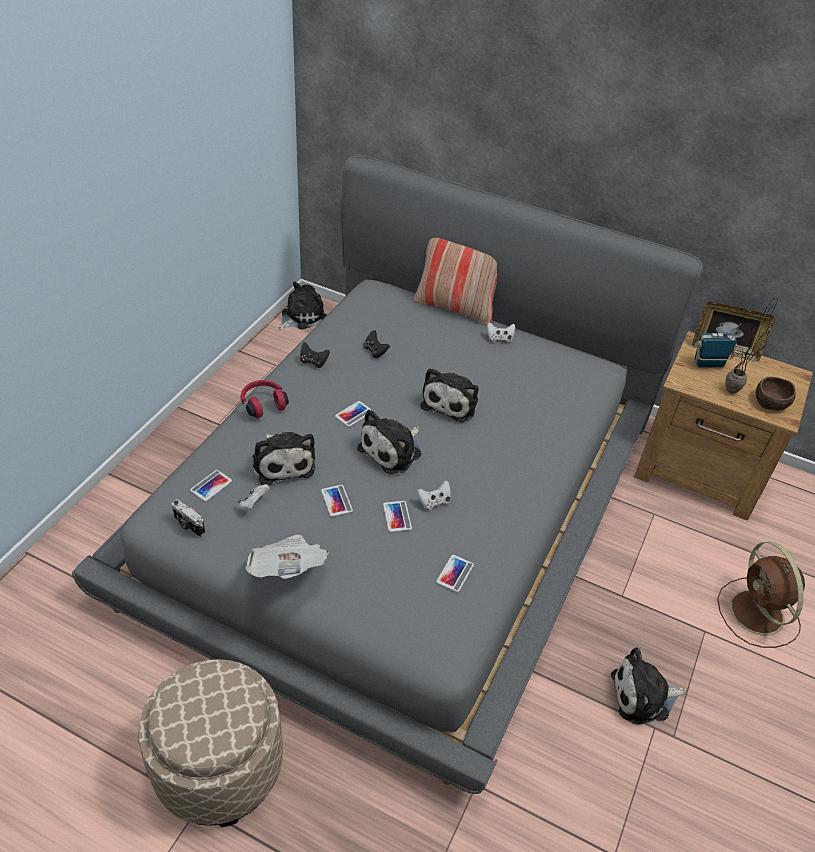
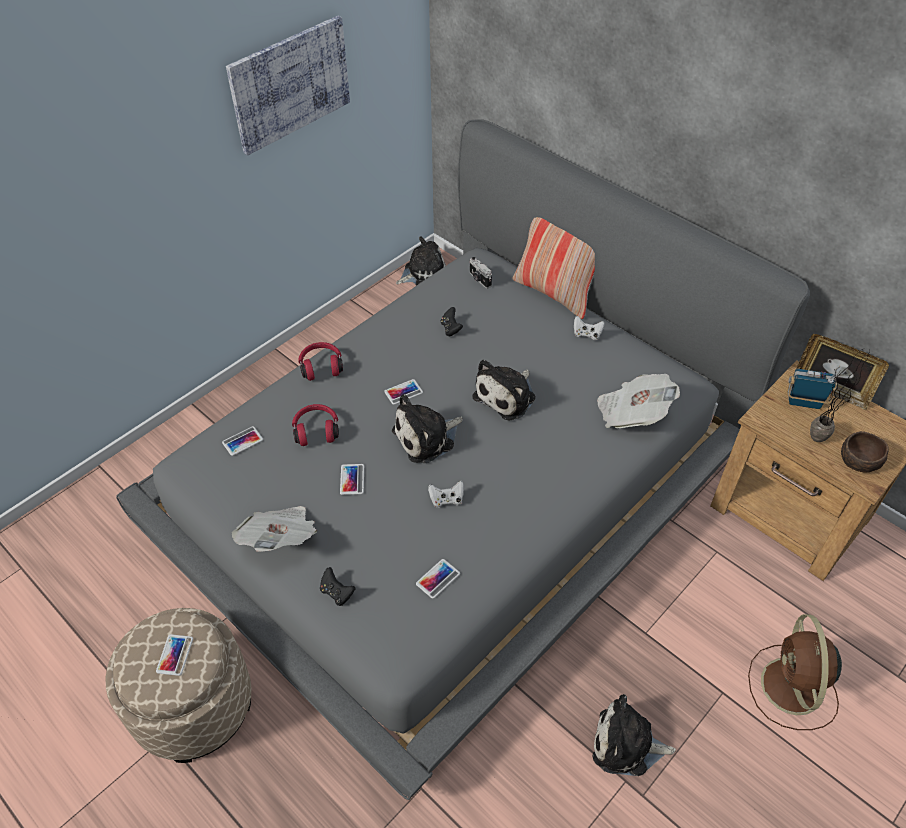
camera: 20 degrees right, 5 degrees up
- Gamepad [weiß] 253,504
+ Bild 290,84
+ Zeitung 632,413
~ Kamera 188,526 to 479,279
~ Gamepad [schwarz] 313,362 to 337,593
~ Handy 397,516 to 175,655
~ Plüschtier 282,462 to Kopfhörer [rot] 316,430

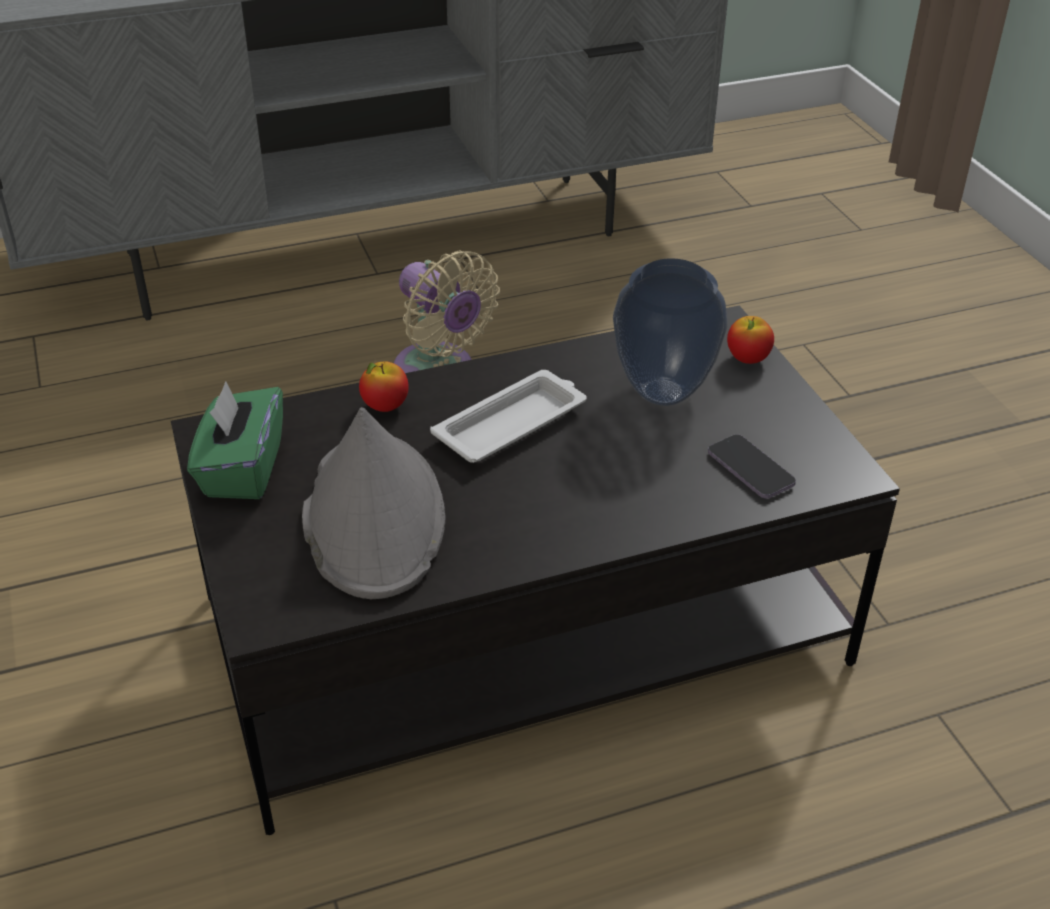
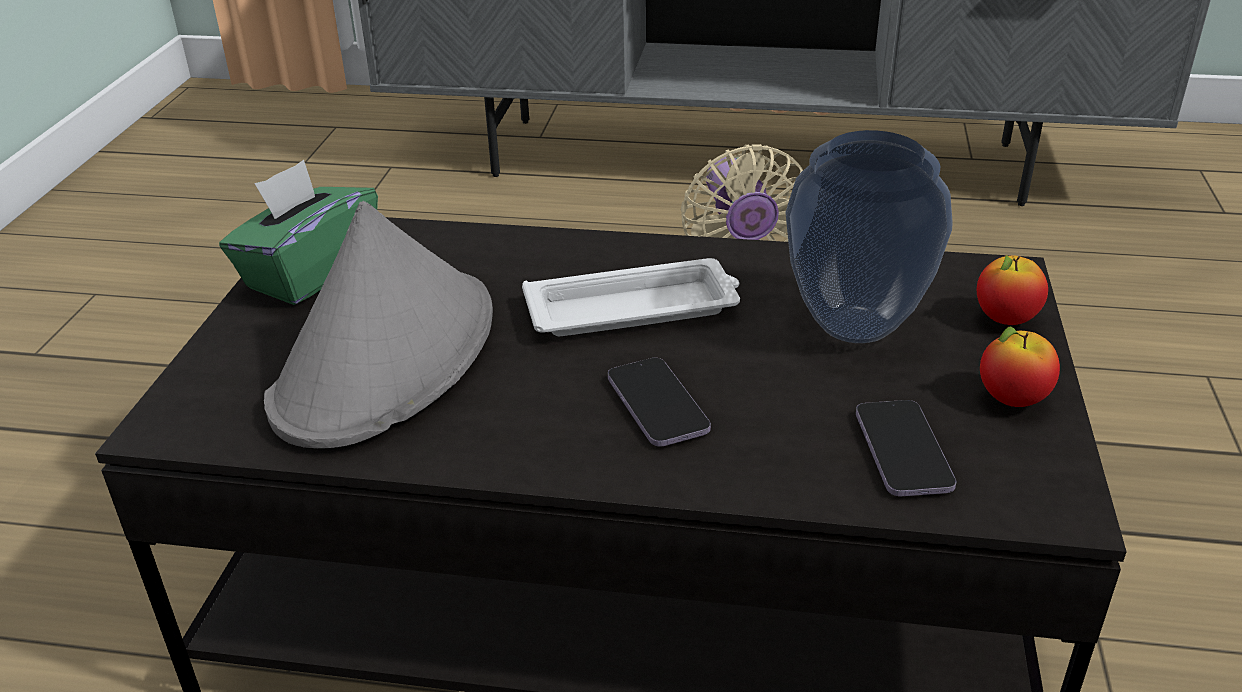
camera: 30 degrees right, 5 degrees down
+ Handy 657,405
~ Apfel 385,407 to 1012,399

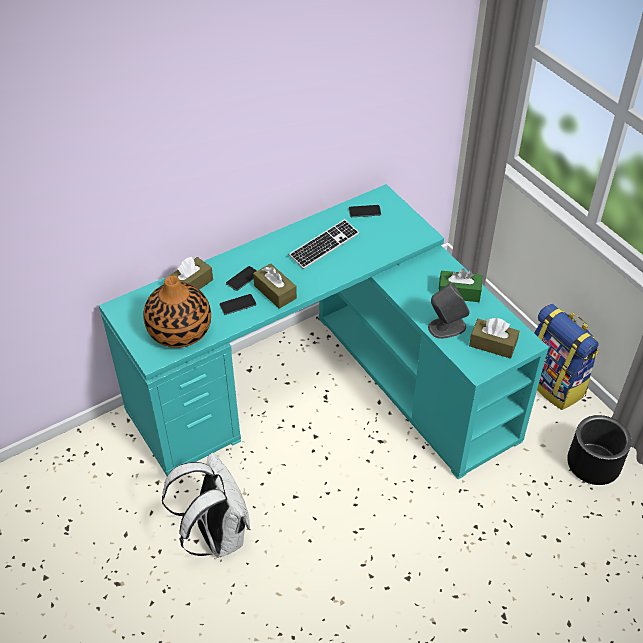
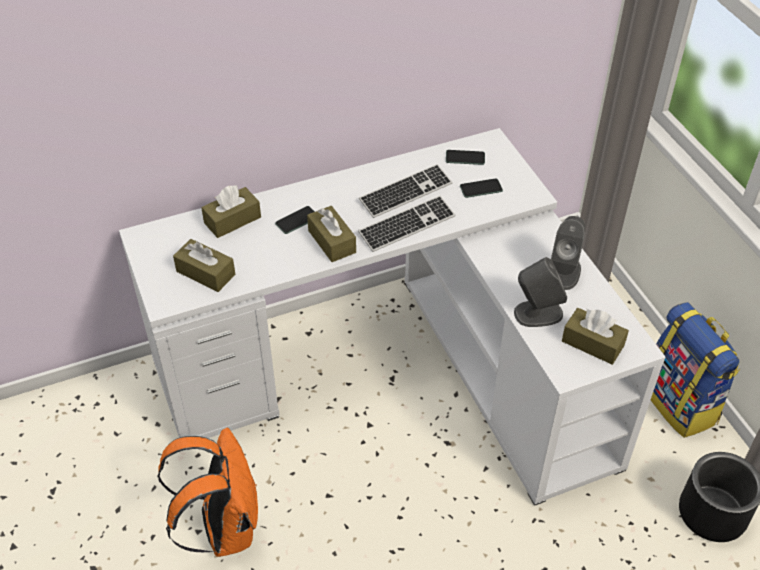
camera: 10 degrees right, 0 degrees up
+ Tastatur 407,225
~ Handy 238,304 to 481,188
~ Vase 180,330 to Taschentuchbox [braun] 205,273
~ Taschentuchbox [grün] 459,292 to Lautsprecher [grau] 563,272
~ Schreibtisch [türkis] 330,386 to Schreibtisch [weiß] 400,365
~ Rucksack [weiß] 216,534 to Rucksack [orange] 224,527

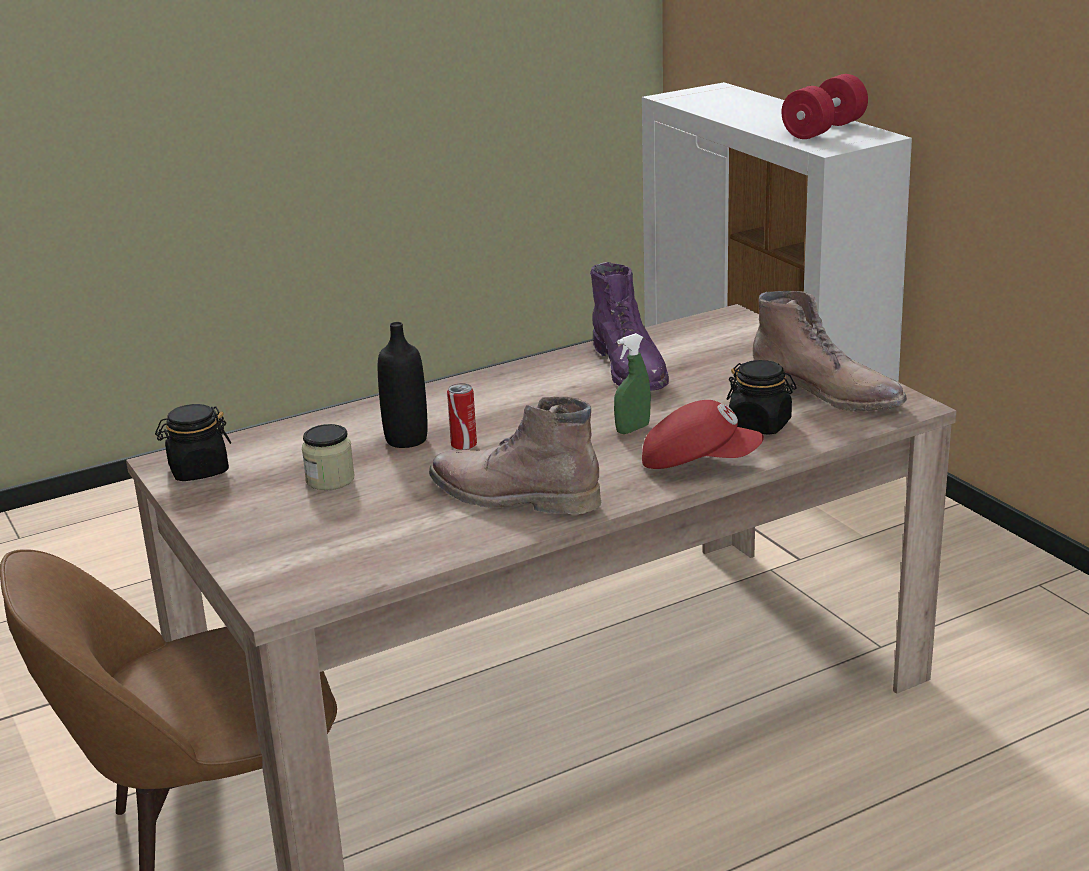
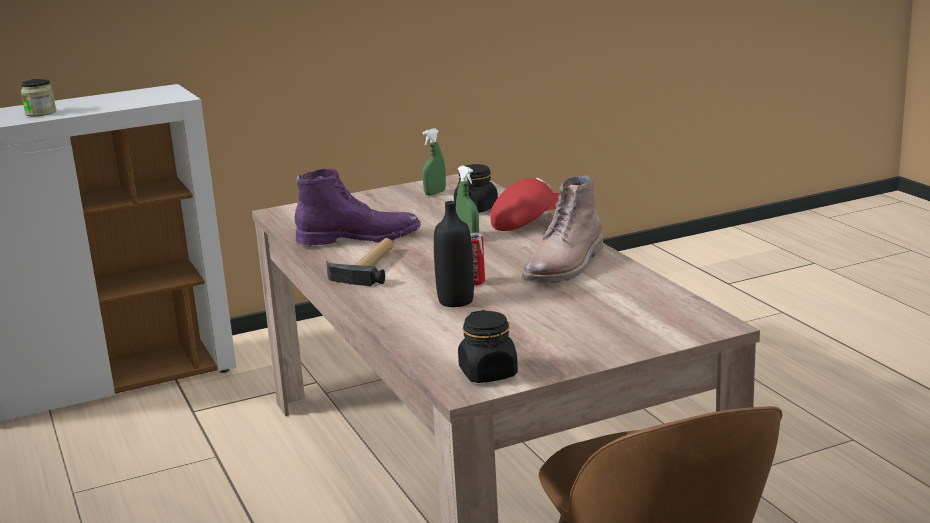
camera: 85 degrees left, 5 degrees down
- Hantel [rot] 824,130
+ Hammer 369,267
~ Vorratsglas 330,479 to 40,113
~ Stiefel [braun] 828,393 to Sprühflasche [grün] 435,193
~ Kappe [rot] 699,462 = 528,222 45 degrees clockwise

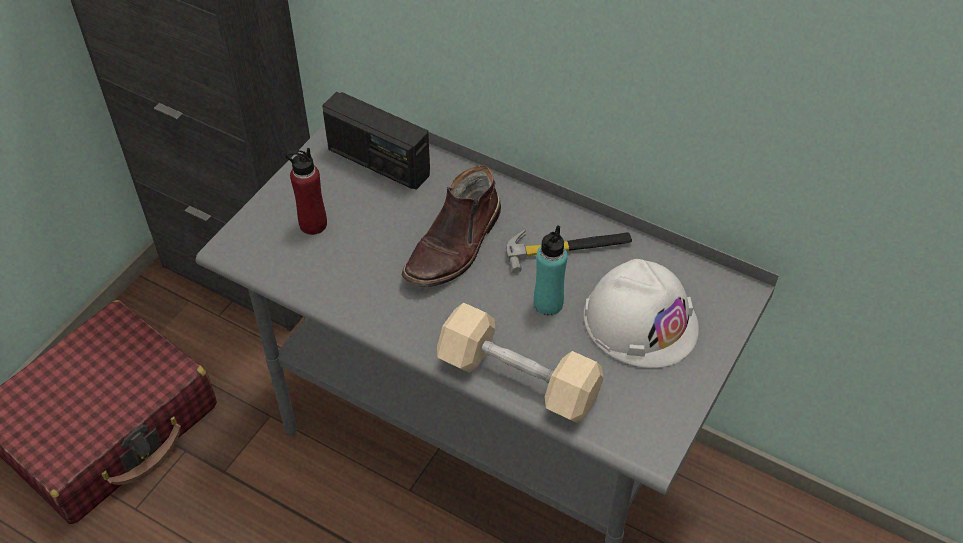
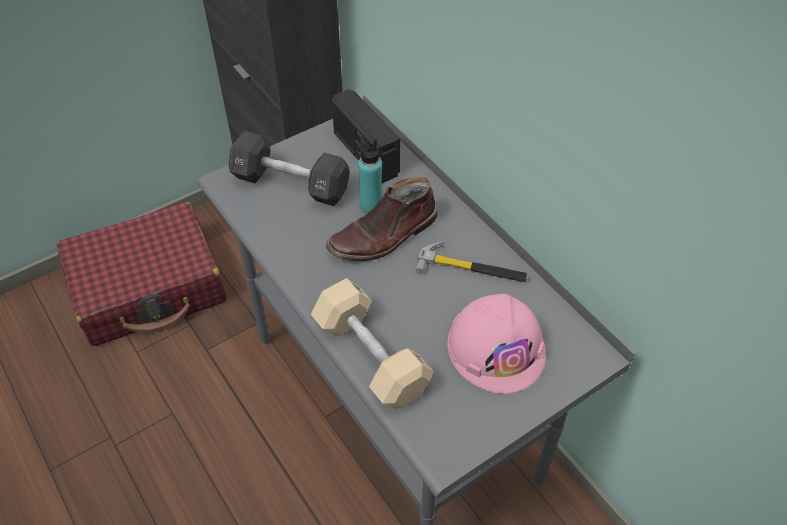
camera: 25 degrees right, 0 degrees up
~ Flasche [türkis] 548,304 to 371,206
~ Flasche [rot] 313,224 to Hantel [schwarz] 291,184
~ Schutzhelm [weiß] 640,320 to Schutzhelm [rosa] 496,348

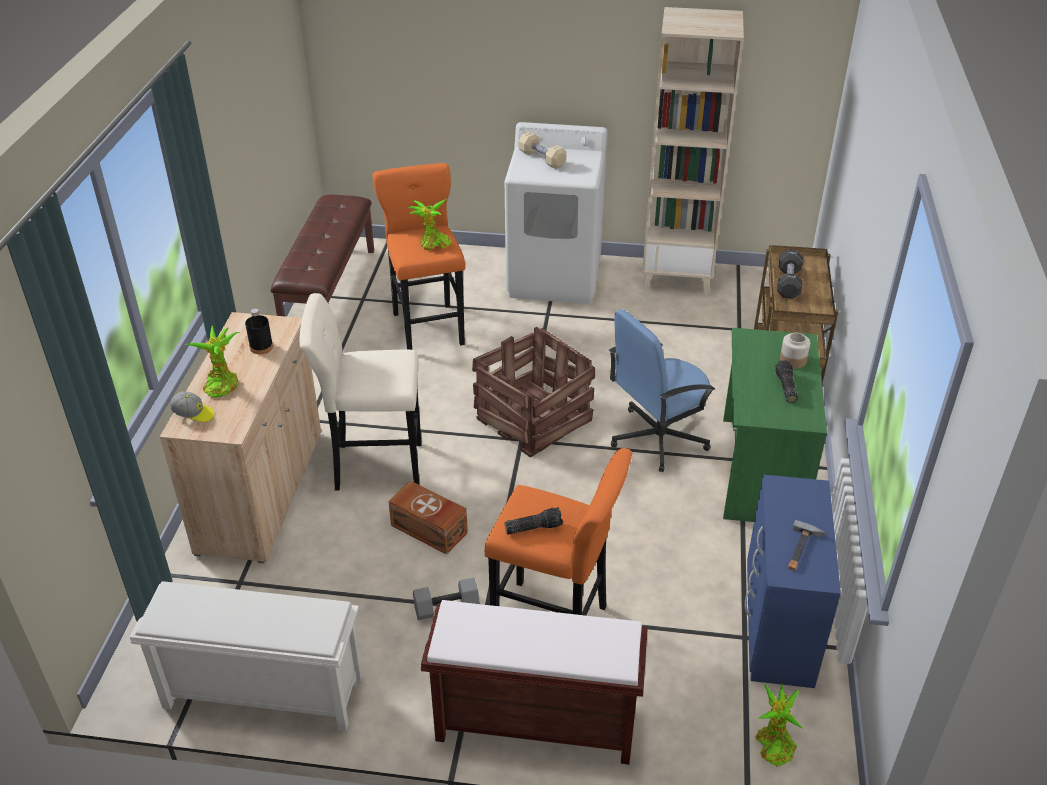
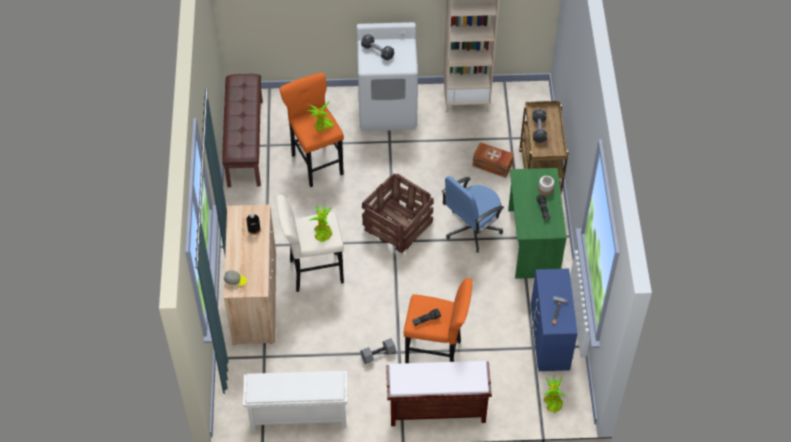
camera: 10 degrees left, 15 degrees up
~ Topfpflanze 221,384 to 322,232
~ Aufbewahrungsbox [braun] 429,530 to 492,166
~ Hantel [beige] 542,159 to Hantel [schwarz] 377,51

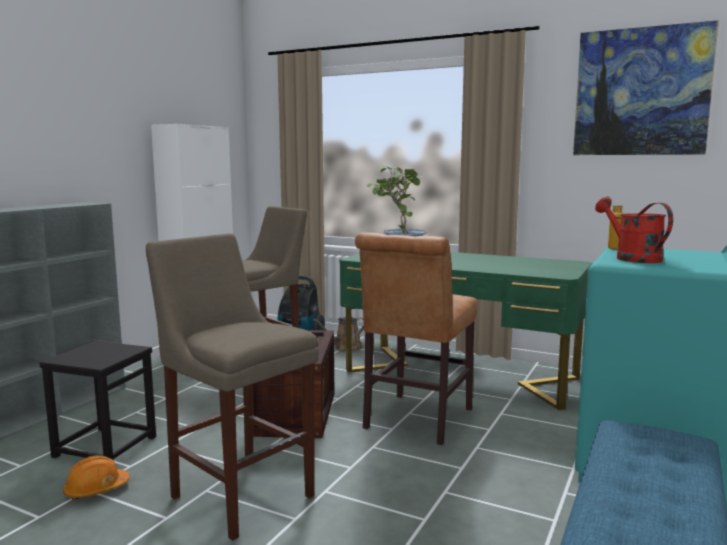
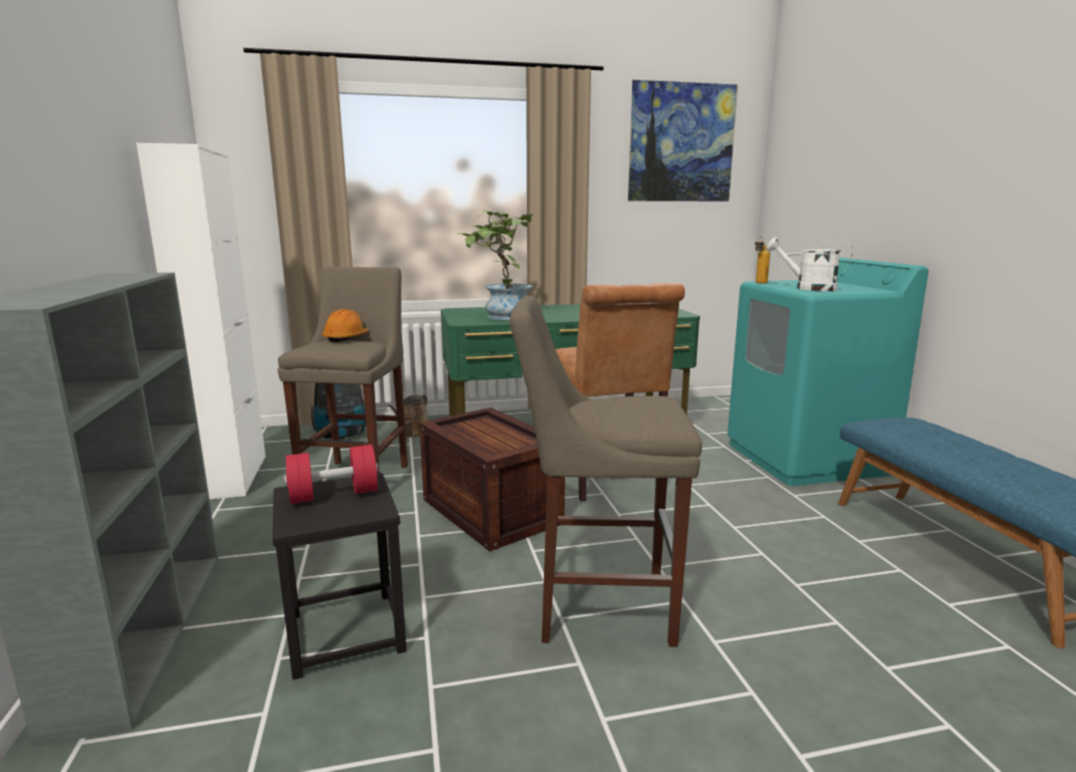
camera: 40 degrees left, 5 degrees up
+ Hantel [rot] 334,495
~ Schutzhelm [orange] 96,489 to 346,338
~ Gießkanne [rot] 631,258 to Gießkanne [weiß] 808,288

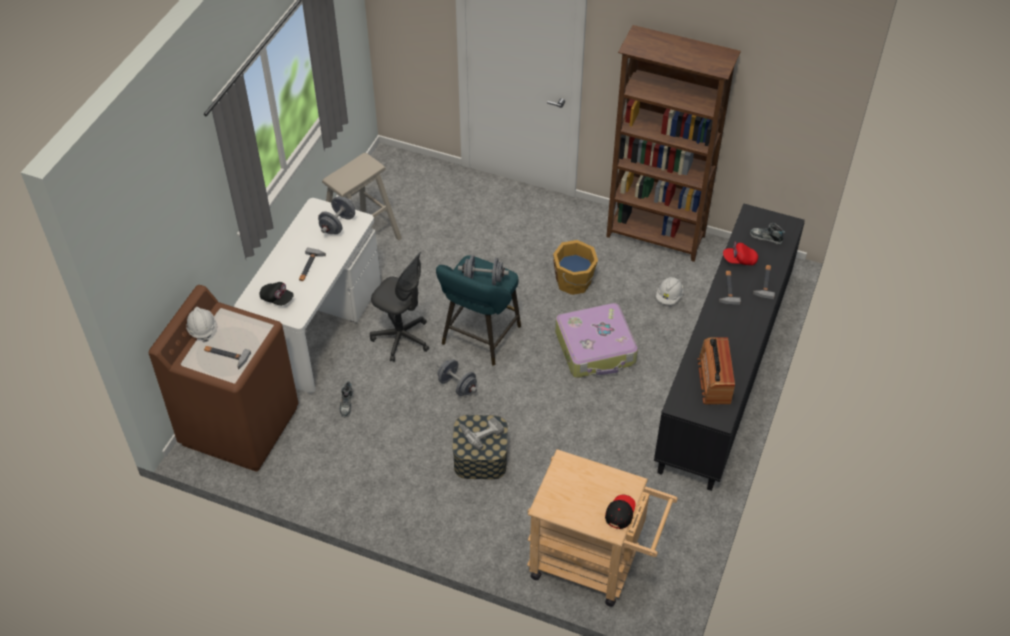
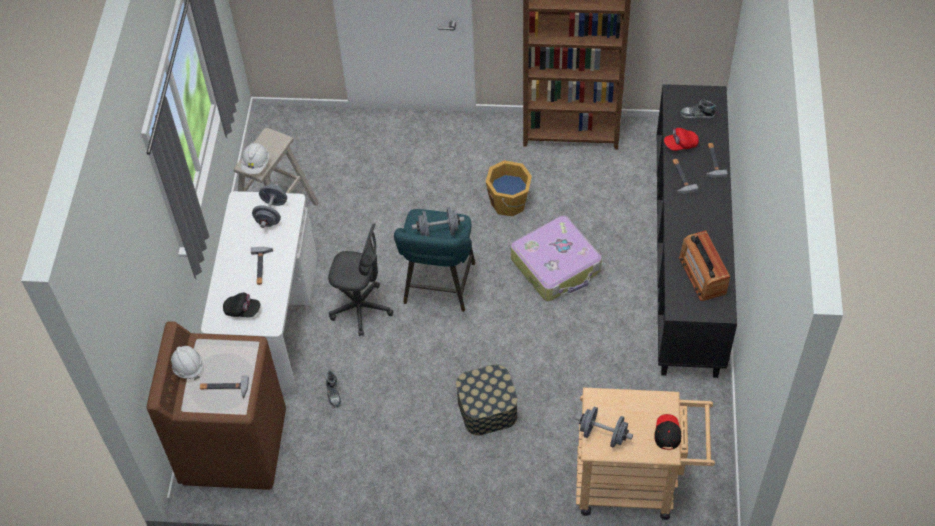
camera: 15 degrees left, 5 degrees up
- Bohrmaschine 481,432
~ Hantel [grau] 457,385 to 603,434
~ Schutzhelm [weiß] 669,296 to 256,164

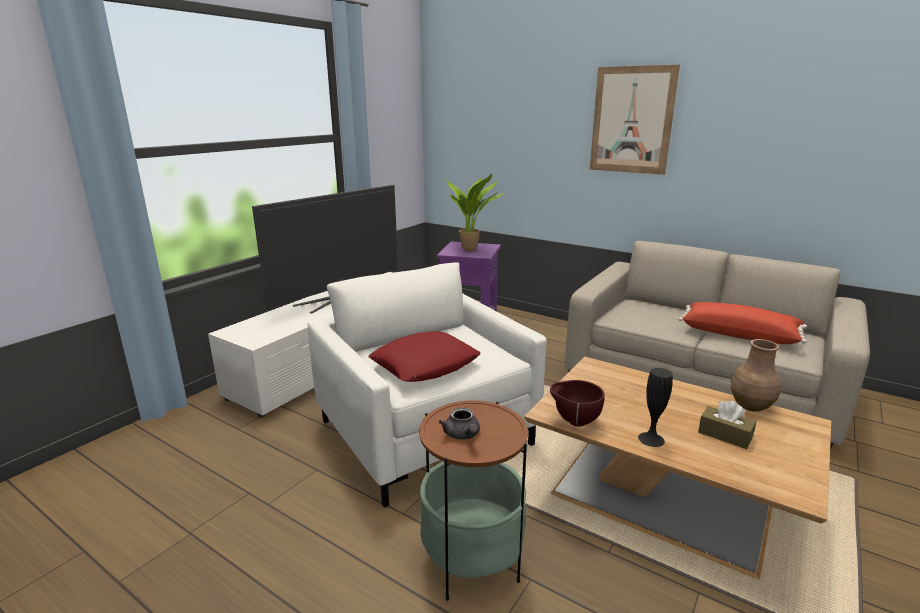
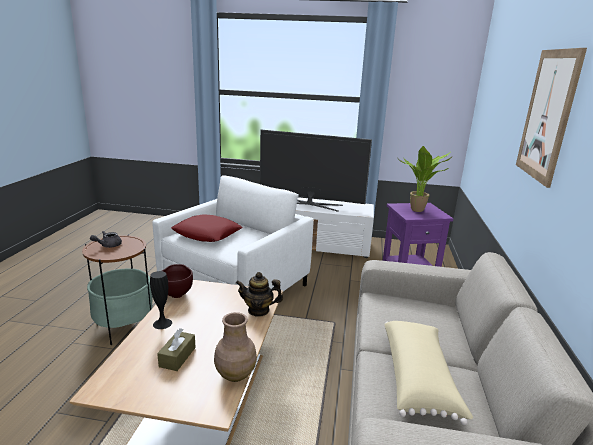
camera: 65 degrees right, 0 degrees up
+ Teekanne 258,310
~ Kissen [rot] 739,334 to Kissen [beige] 419,379

